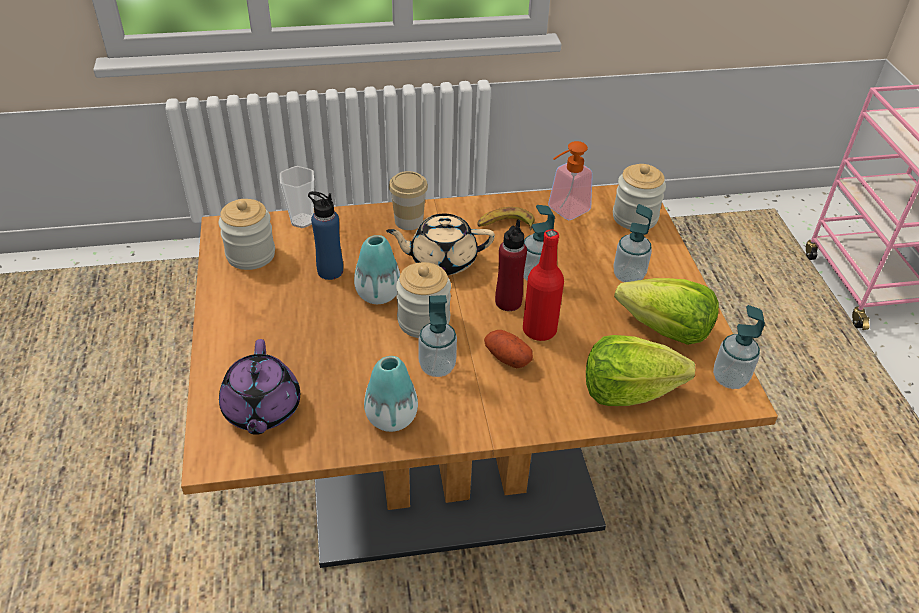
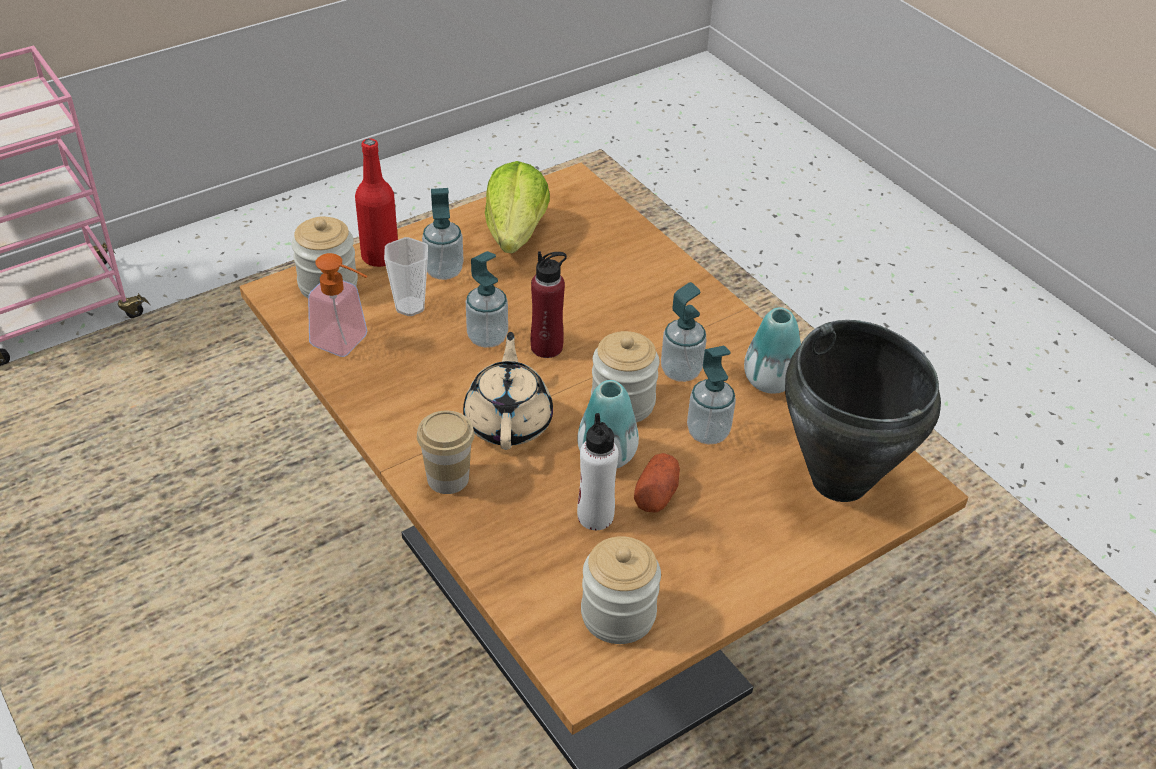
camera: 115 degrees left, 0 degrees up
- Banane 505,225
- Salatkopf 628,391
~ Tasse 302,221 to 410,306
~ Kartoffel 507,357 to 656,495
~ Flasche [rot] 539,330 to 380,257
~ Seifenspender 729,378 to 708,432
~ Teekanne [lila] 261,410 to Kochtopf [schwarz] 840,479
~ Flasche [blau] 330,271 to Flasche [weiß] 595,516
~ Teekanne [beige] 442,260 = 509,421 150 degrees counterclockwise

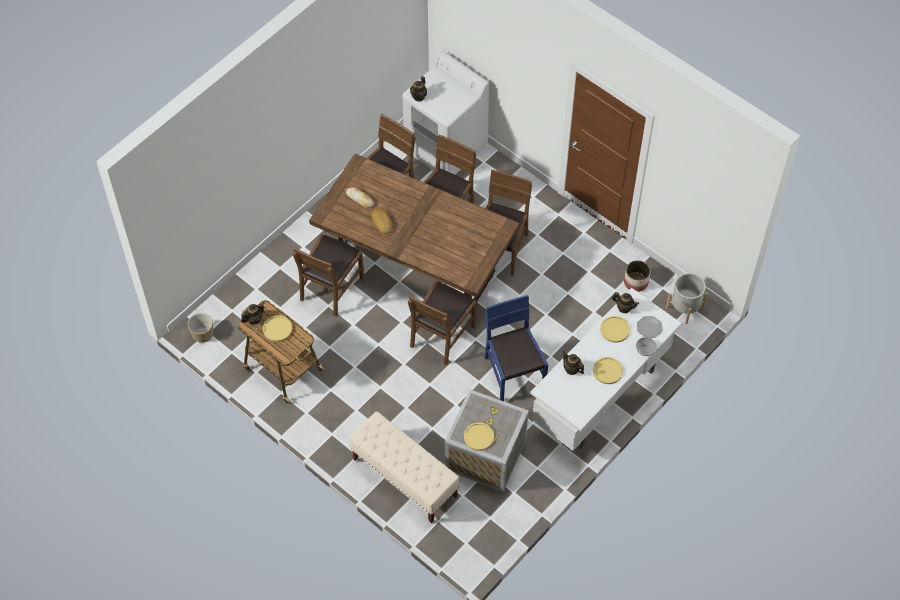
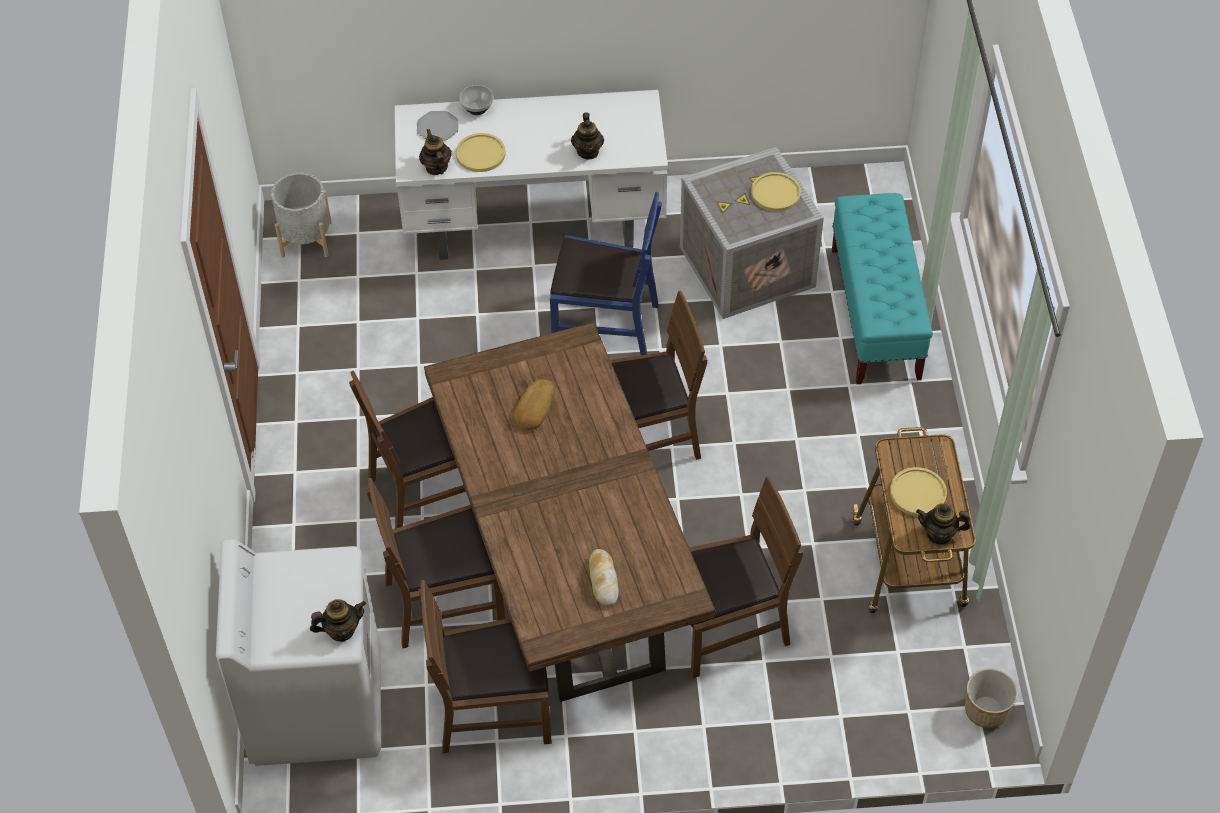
camera: 135 degrees left, 5 degrees down
- Teller [gelb] 607,371
- Pflanzkübel 636,282
~ Brot 382,222 to 534,407
~ Bank [beige] 404,478 to Bank [türkis] 875,314
~ Stuhl [blau] 513,373 = 605,326 105 degrees counterclockwise

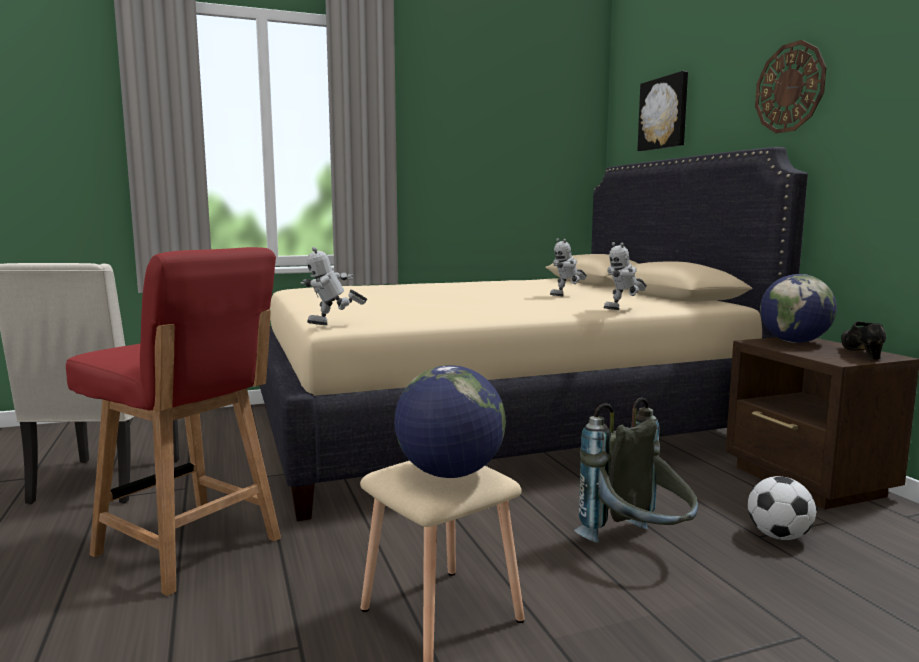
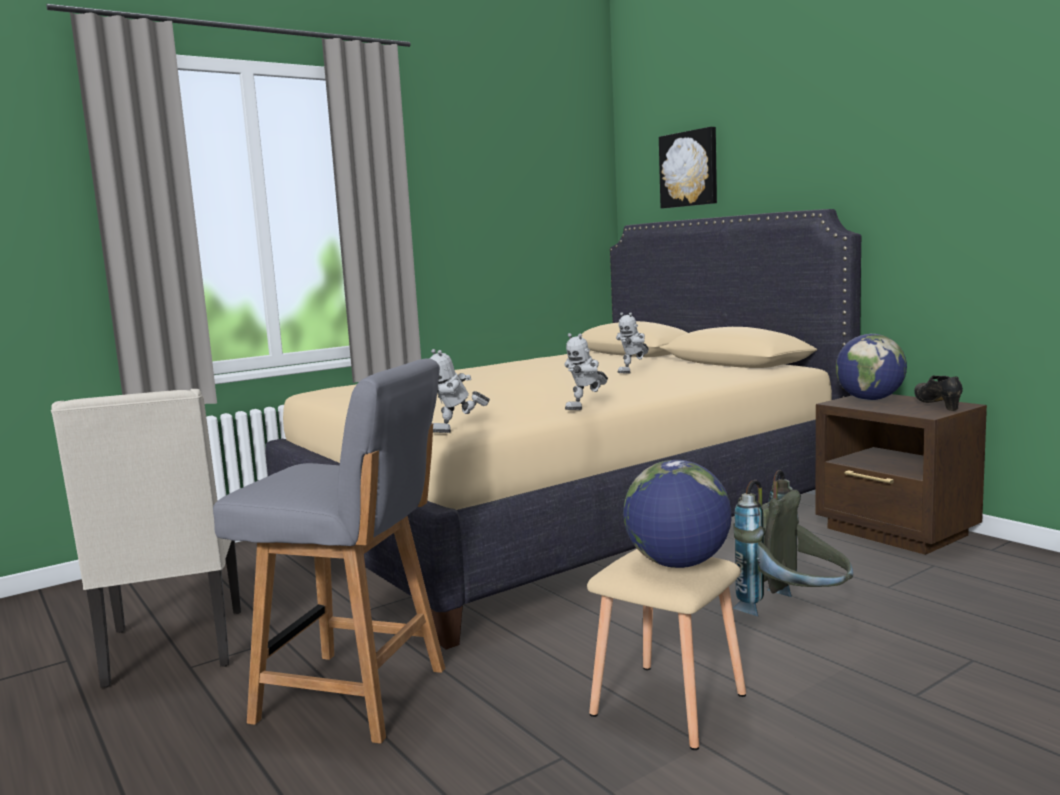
camera: 15 degrees left, 0 degrees up
- Fußball 778,536
- Wanduhr 790,88
~ Spielzeugroboter 624,309 to 587,408
~ Stuhl [rot] 190,548 to Stuhl [grau] 355,695

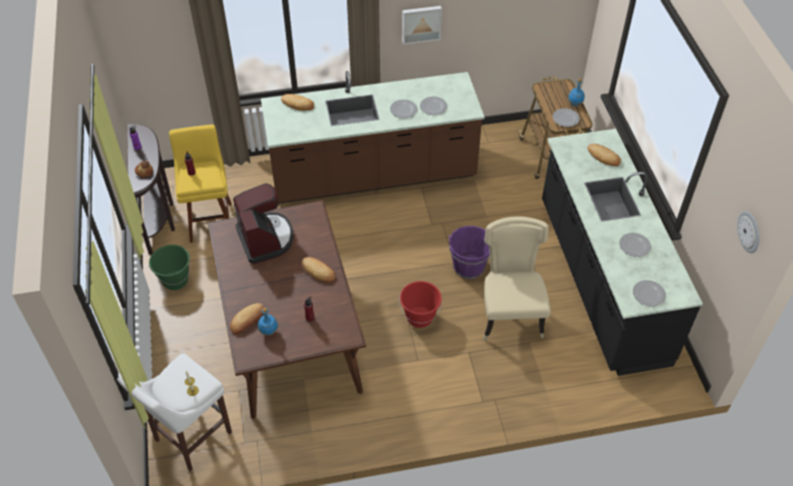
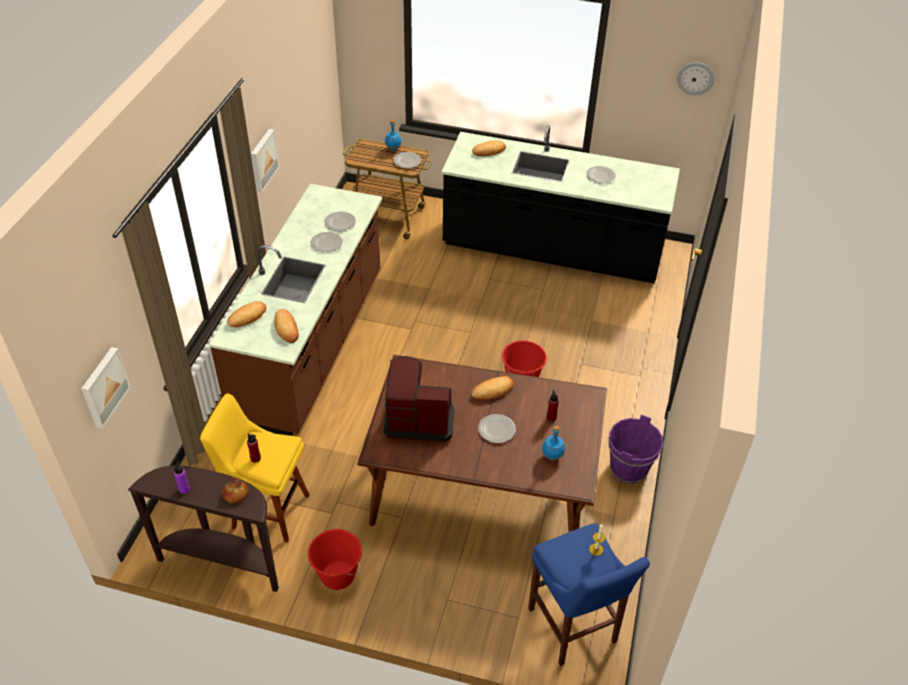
camera: 65 degrees left, 5 degrees down
- Stuhl [beige] 510,315
+ Bild 103,387
~ Brot 247,320 to 286,328
~ Eimer [lila] 468,267 to 628,469
~ Teller 648,294 to 496,429
~ Hocker [weiß] 190,438 to Hocker [blau] 573,629
~ Eimer [grün] 175,280 to Eimer [rot] 337,576

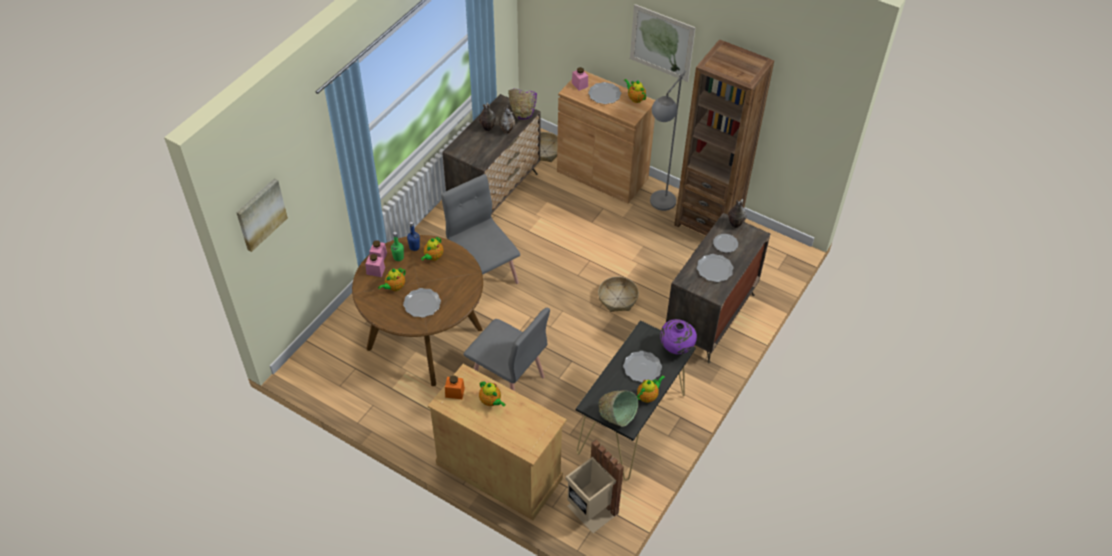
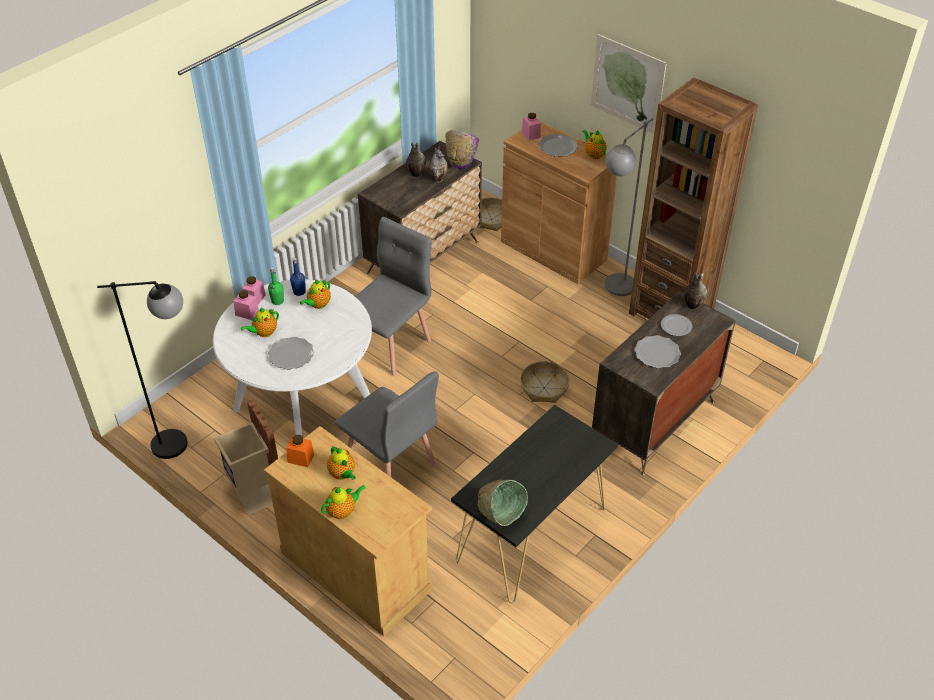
camera: 10 degrees right, 5 degrees down
- Bild 260,214
- Teller 642,368
- Vase [lila] 676,348
+ Stehlampe [schwarz] 182,443
~ Mülleimer [beige] 591,511 to 256,492
~ Teekanne 648,396 to 343,511
~ Esstisch [braun] 424,338 to Esstisch [weiß] 304,406
~ Stuhl [grau] 484,276 = 390,345 60 degrees clockwise

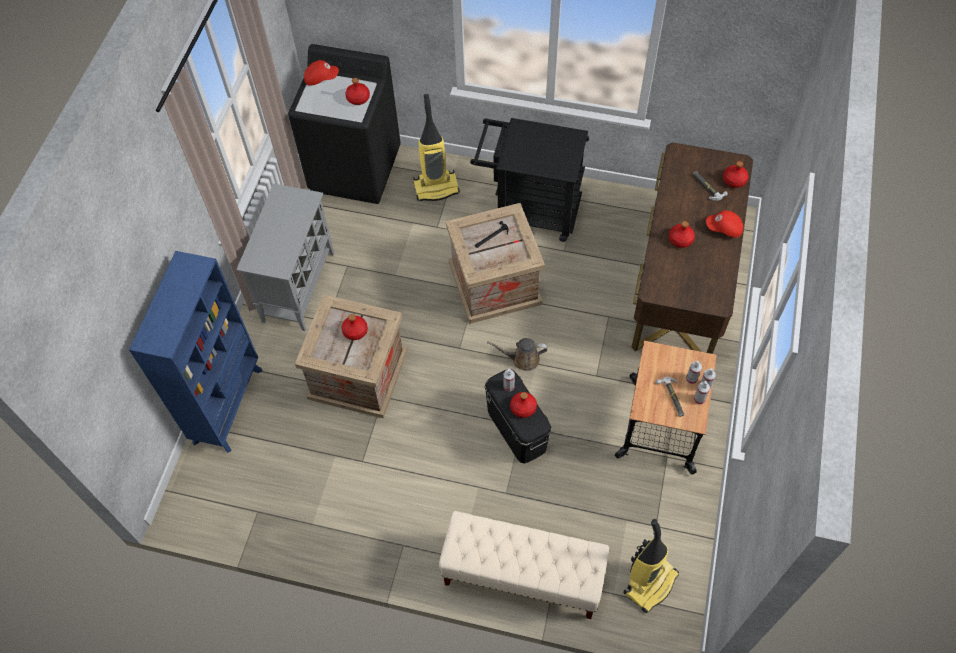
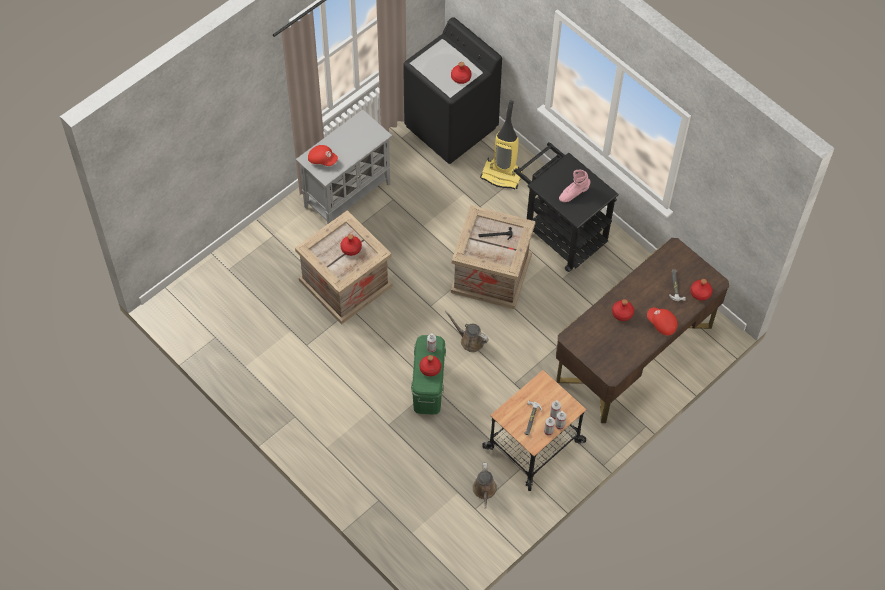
camera: 30 degrees right, 0 degrees up
- Bücherregal [blau] 228,405
- Bank [beige] 522,575
- Staubsauger 649,582
+ Gießkanne [braun] 484,490
+ Stiefel [rosa] 573,193
~ Kappe [rot] 321,78 to 322,159
~ Aufbewahrungsbox [schwarz] 517,429 to Aufbewahrungsbox [grün] 428,387

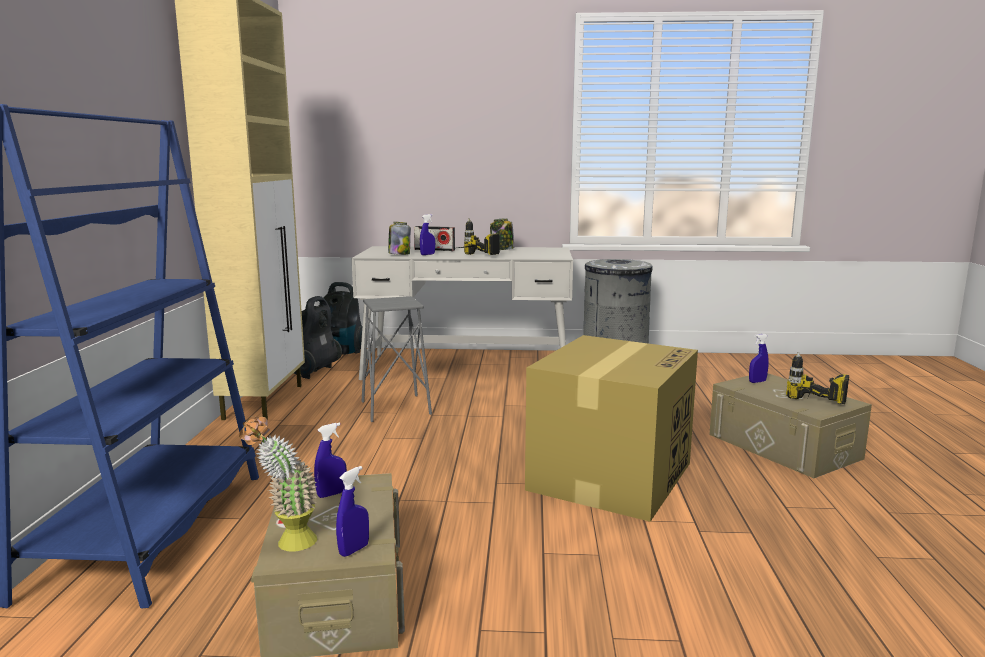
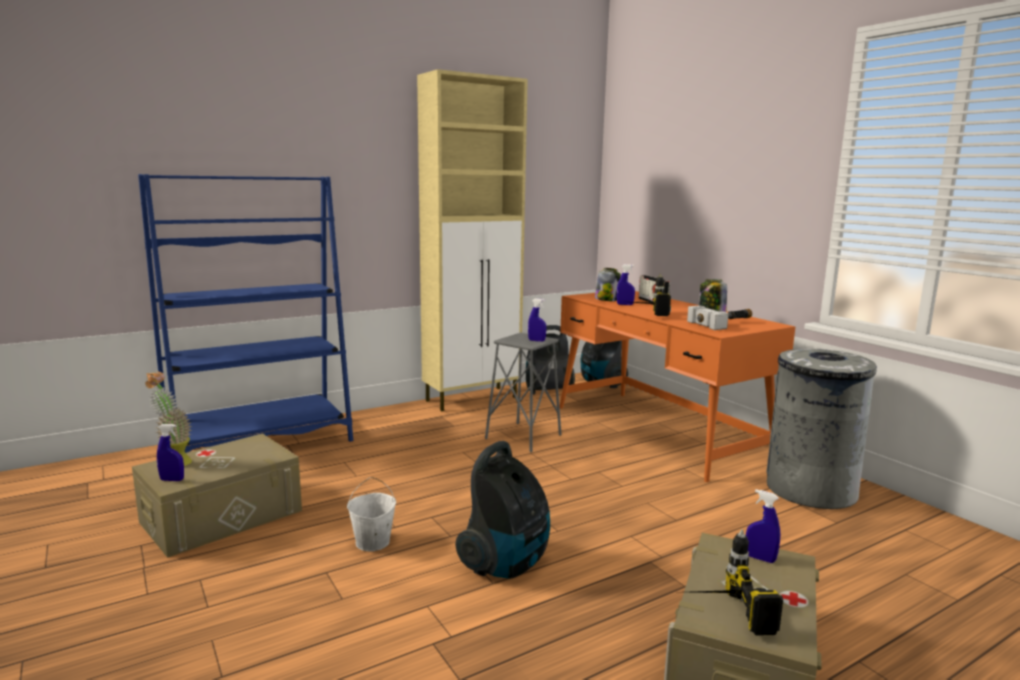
camera: 55 degrees right, 0 degrees up
+ Eimer [weiß] 372,542
+ Hammer 724,323
~ Sprühflasche [blau] 331,494 to 536,341
~ Karton 610,475 to Staubsauger 507,564
~ Schreibtisch [weiß] 467,368 to Schreibtisch [orange] 657,431

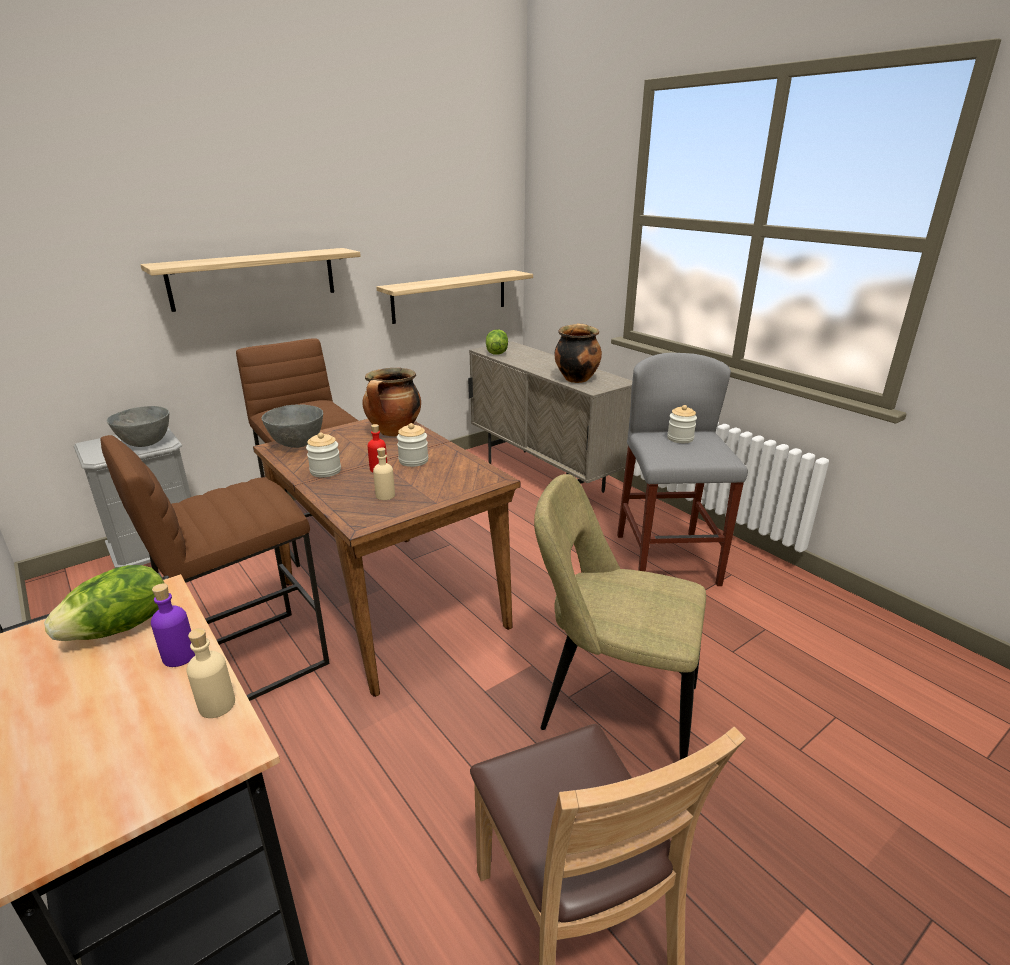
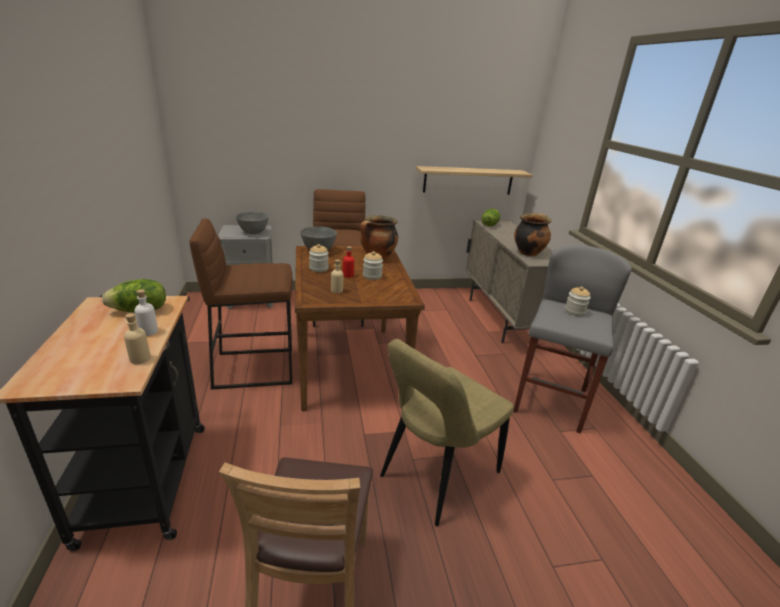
camera: 25 degrees right, 0 degrees up
- Wandregal 254,278
~ Flasche [lila] 179,656 to Flasche [weiß] 148,331
~ Stuhl [beige] 611,706 = 436,476 90 degrees counterclockwise

